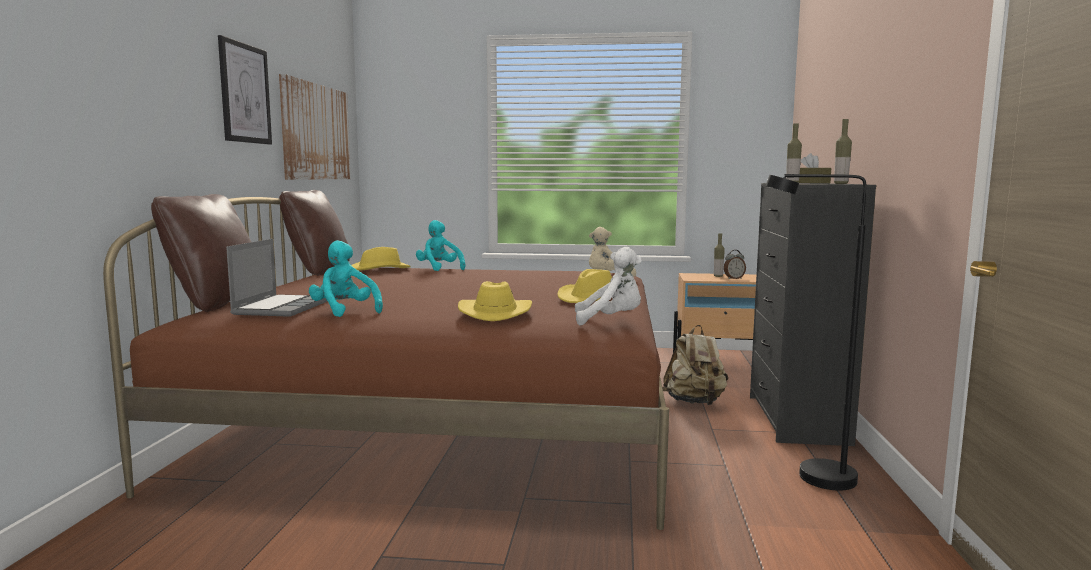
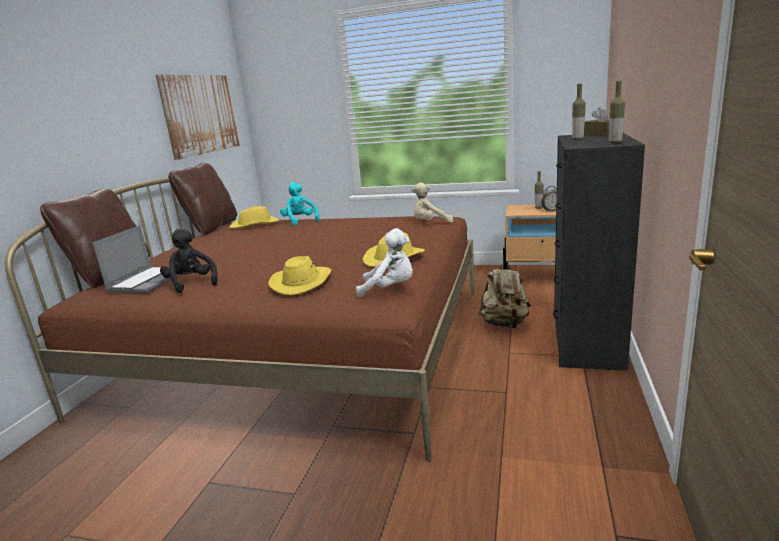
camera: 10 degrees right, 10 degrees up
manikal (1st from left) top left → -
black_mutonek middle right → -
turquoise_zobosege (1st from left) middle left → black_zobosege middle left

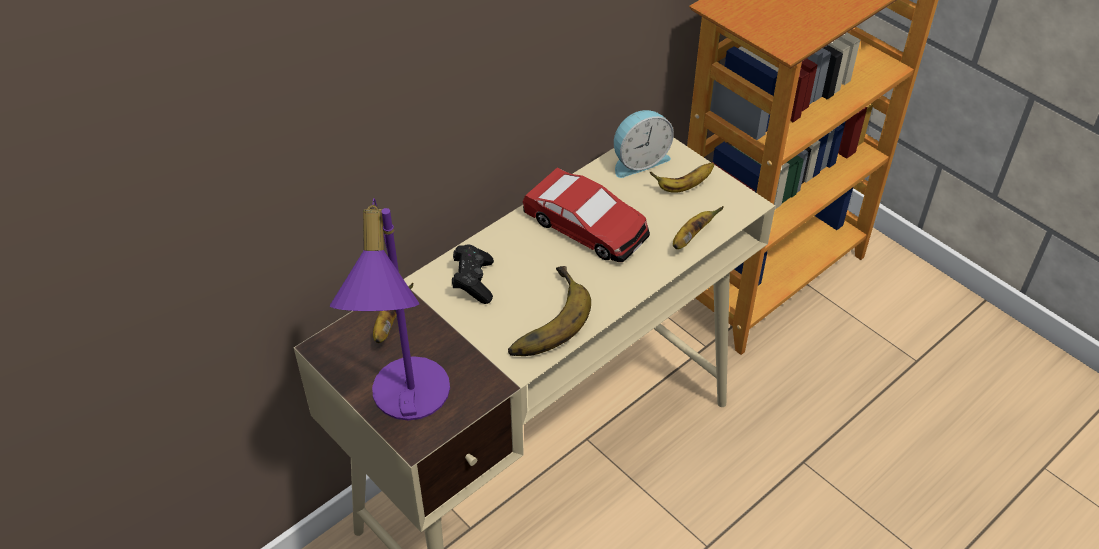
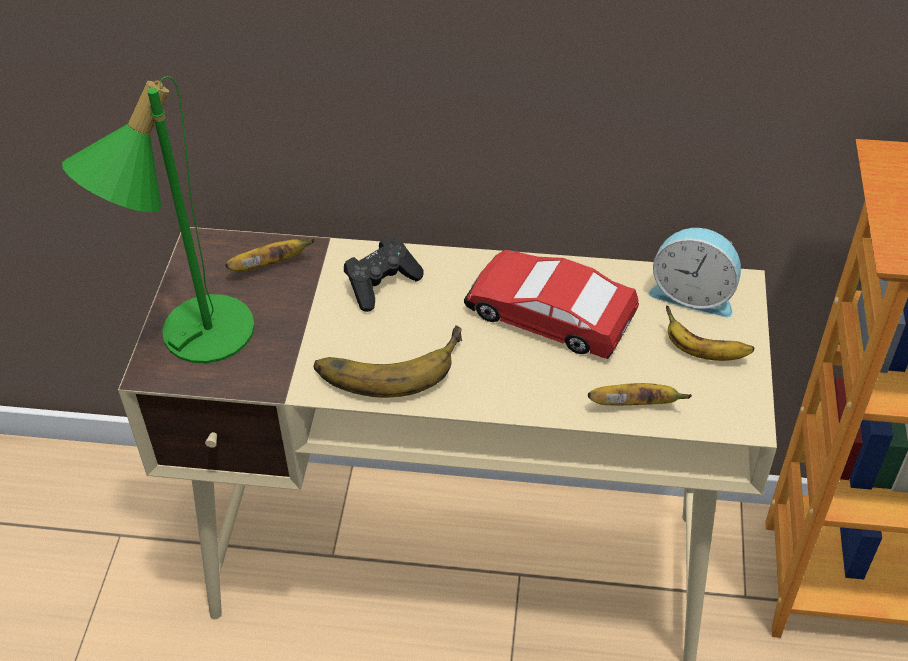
camera: 50 degrees right, 0 degrees up
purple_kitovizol centre → green_kitovizol top left
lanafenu centre, 120 degrees clockwise

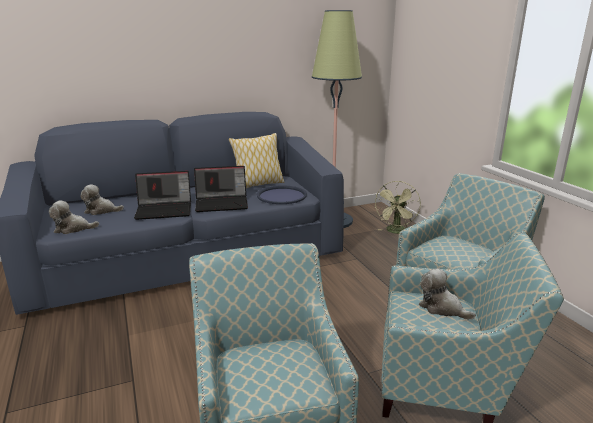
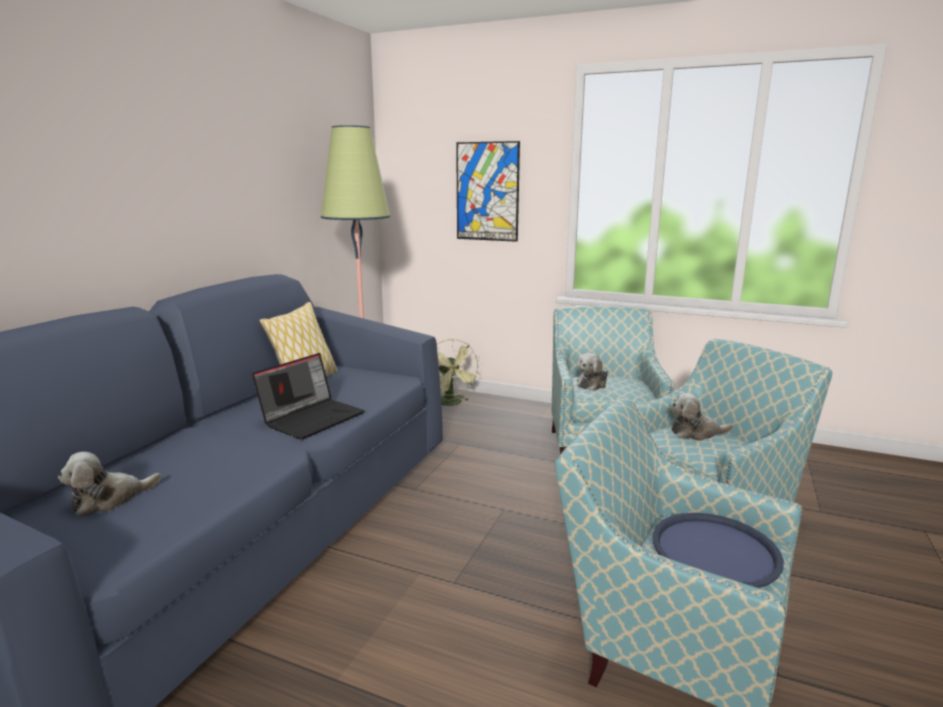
camera: 45 degrees left, 5 degrees down
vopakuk (1st from left) middle left → -
- → manikal top centre
zobosege (1st from left in the first image) middle left → zobosege (2nd from left) centre, move
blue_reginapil centre → blue_reginapil bottom right, move

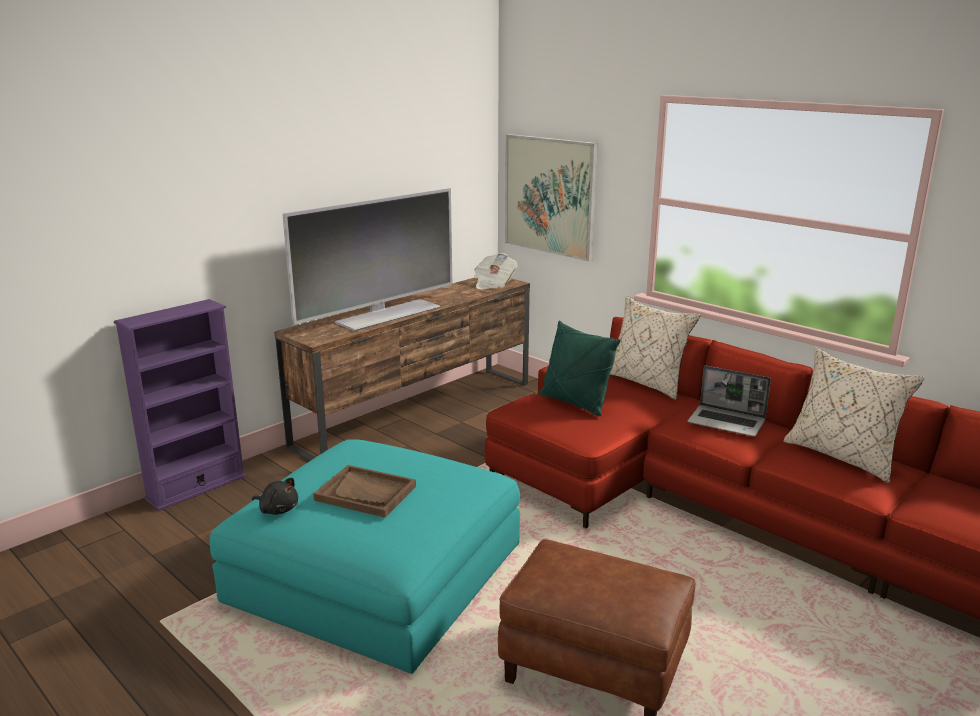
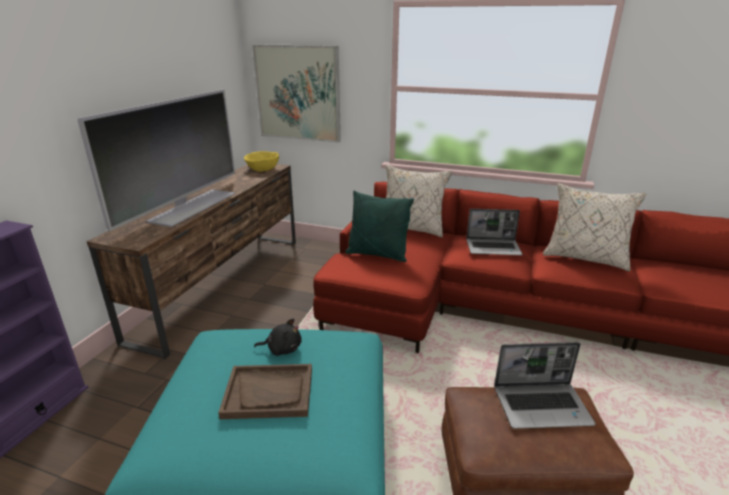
camera: 25 degrees left, 5 degrees up
- → vopakuk (2nd from left) bottom right
black_zobosege bottom left → black_zobosege bottom centre, move
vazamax centre → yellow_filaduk top centre

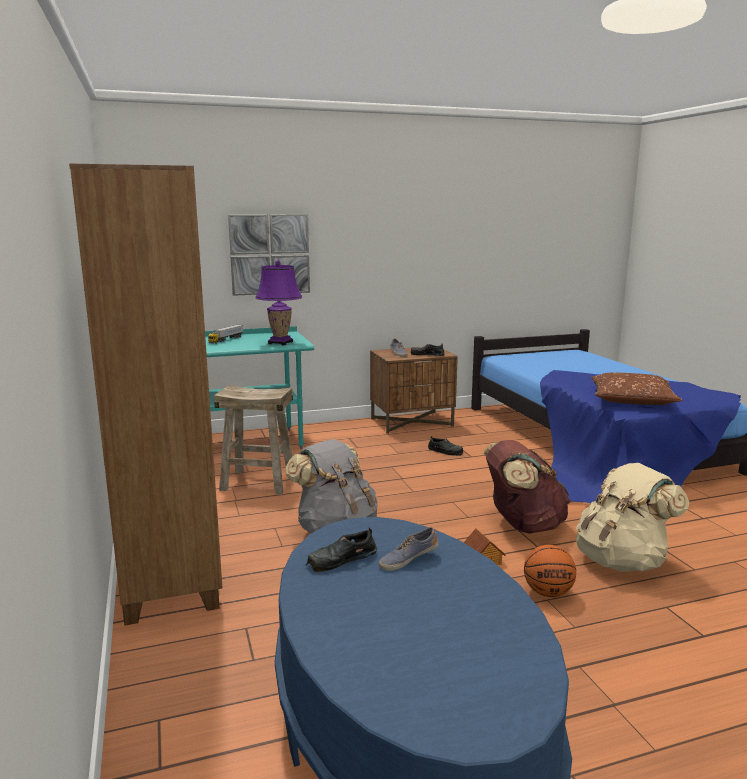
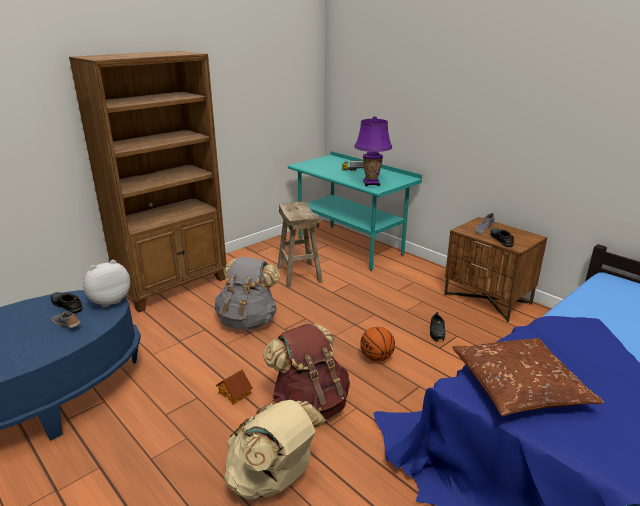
camera: 65 degrees right, 10 degrees up
manikal top centre → -
- → zobosege middle left
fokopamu bottom right → fokopamu bottom centre, move

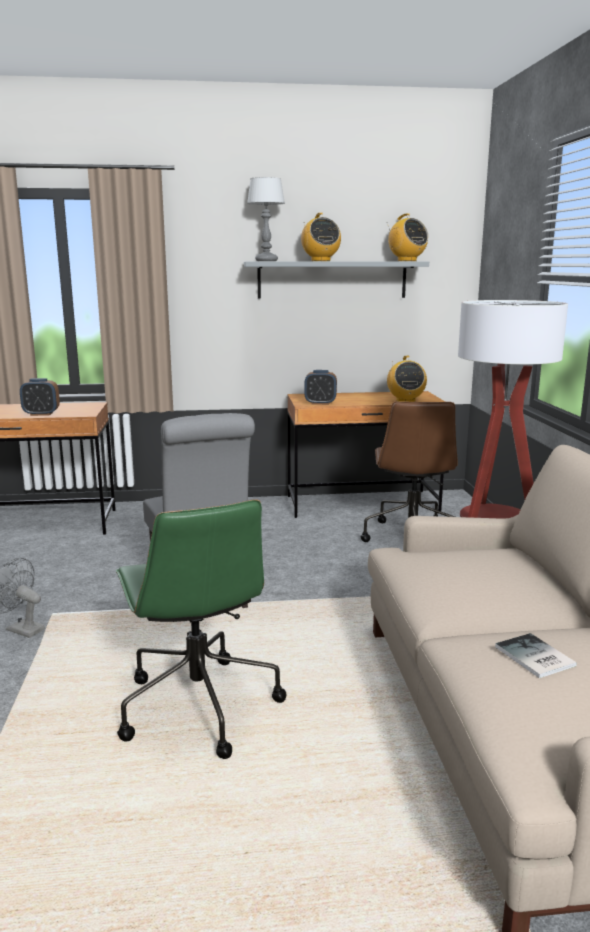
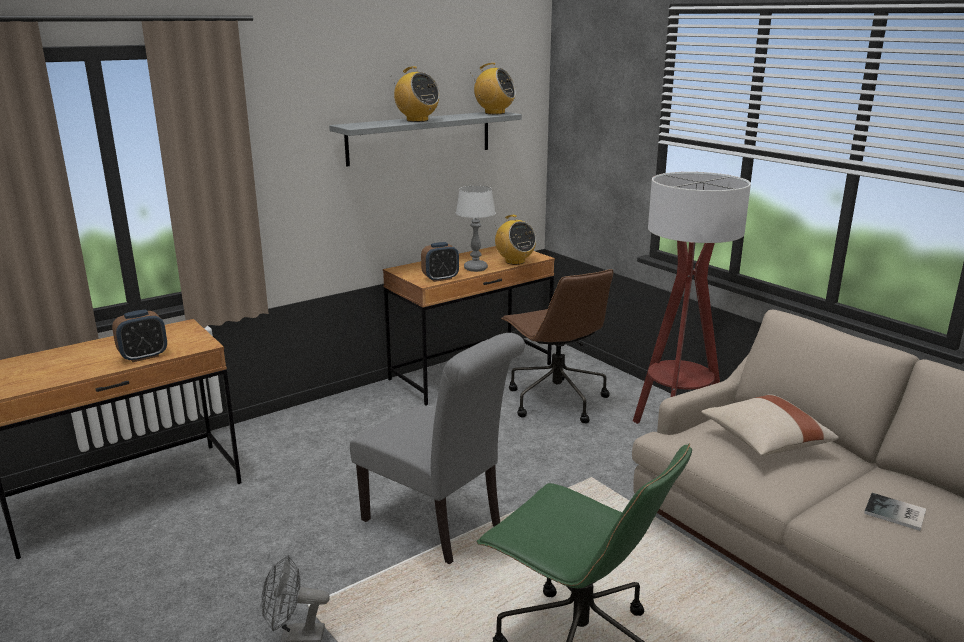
camera: 30 degrees left, 5 degrees up
- → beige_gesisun middle right
kitovizol top centre → kitovizol centre, move

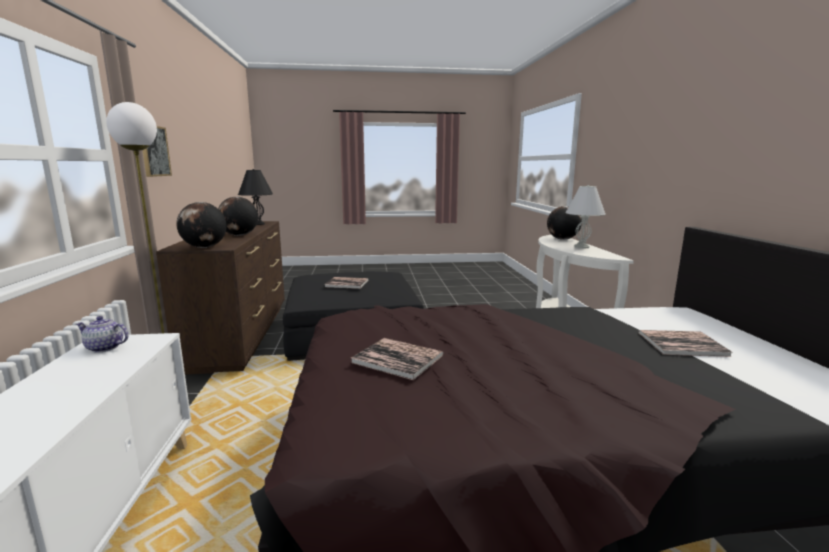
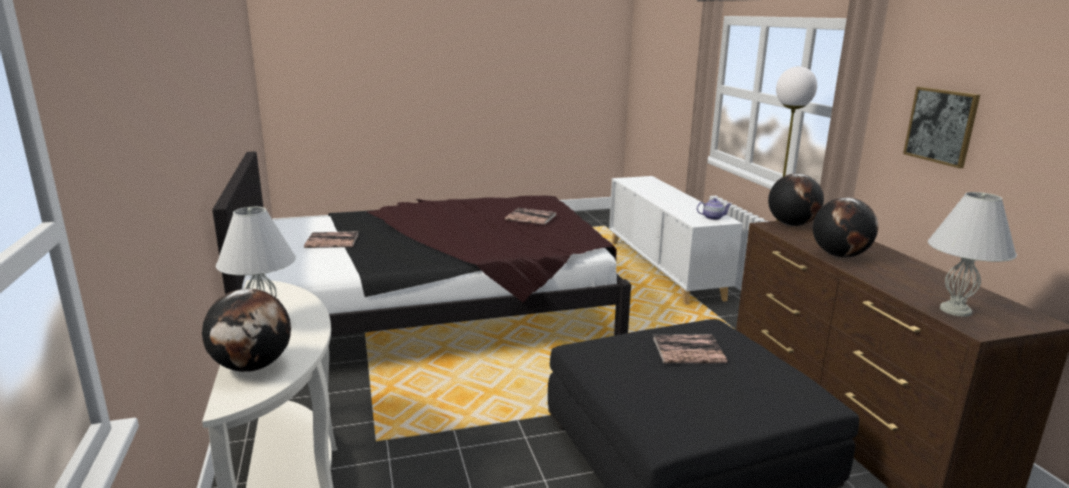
camera: 170 degrees right, 5 degrees up
black_kitovizol middle left → white_kitovizol (2nd from left) middle right

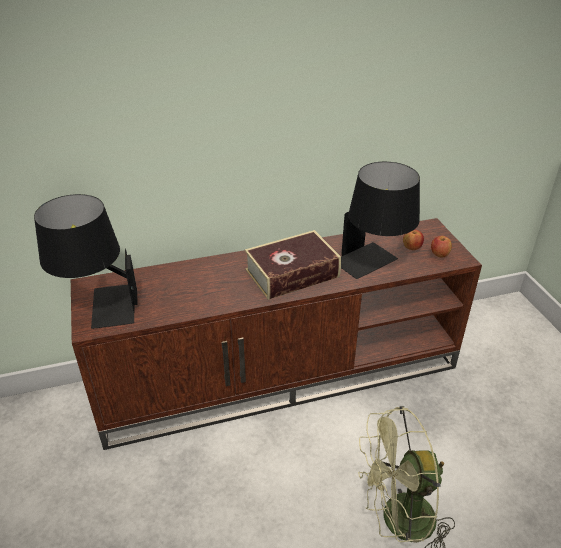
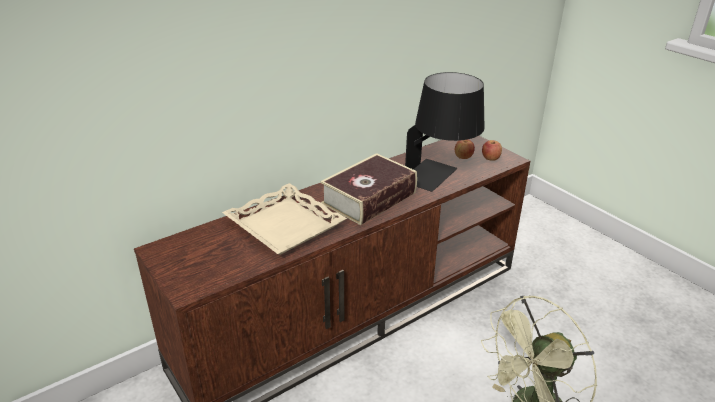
camera: 20 degrees left, 5 degrees down
black_kitovizol (1st from left) middle left → -
- → beige_reginapil centre

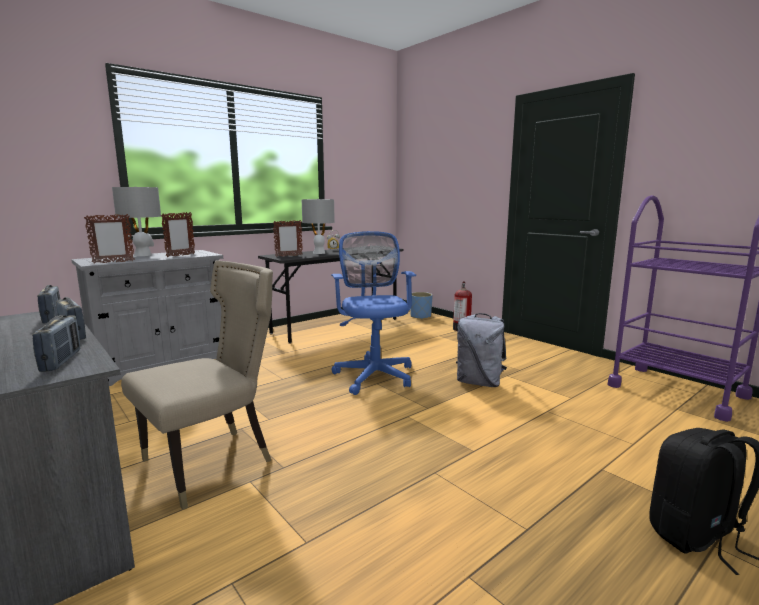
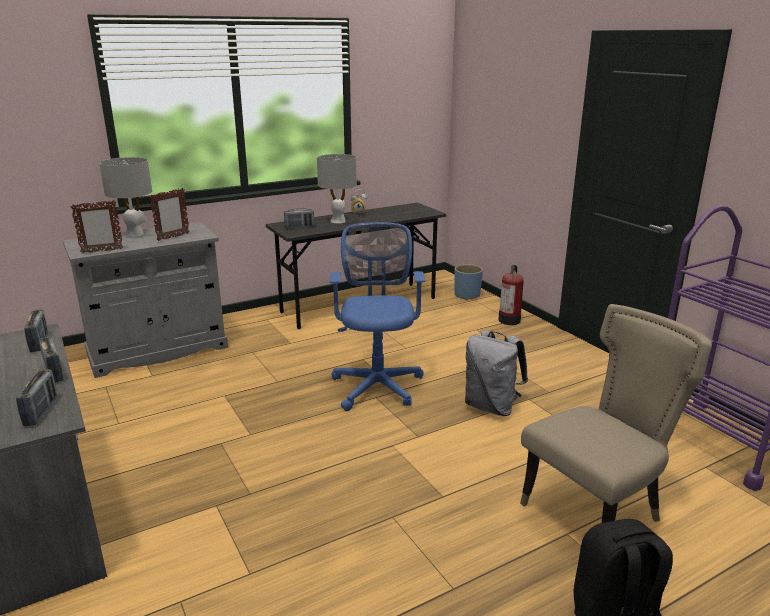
camera: 10 degrees right, 10 degrees up
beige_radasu middle left → beige_radasu bottom right, move
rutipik (3rd from left) centre → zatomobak (4th from left) centre

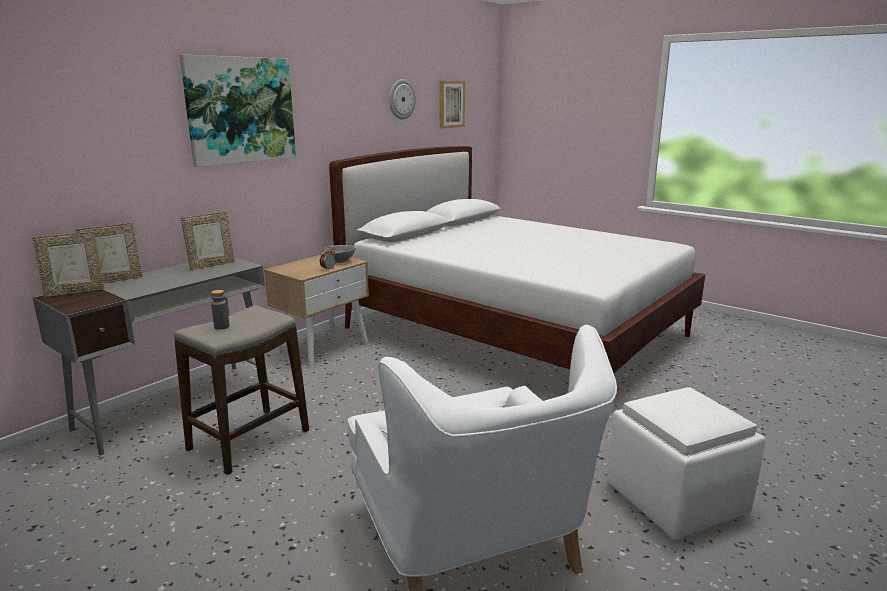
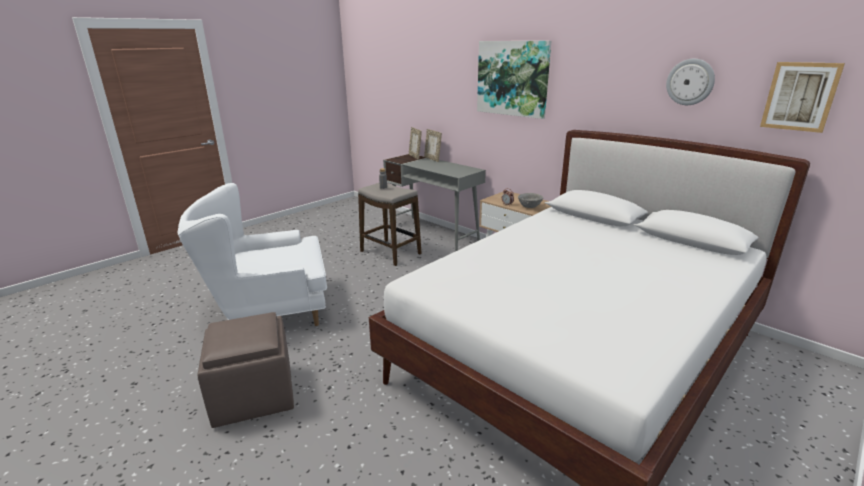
camera: 95 degrees right, 5 degrees up
rutipik (3rd from left) middle left → -
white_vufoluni bottom right → brown_vufoluni bottom left

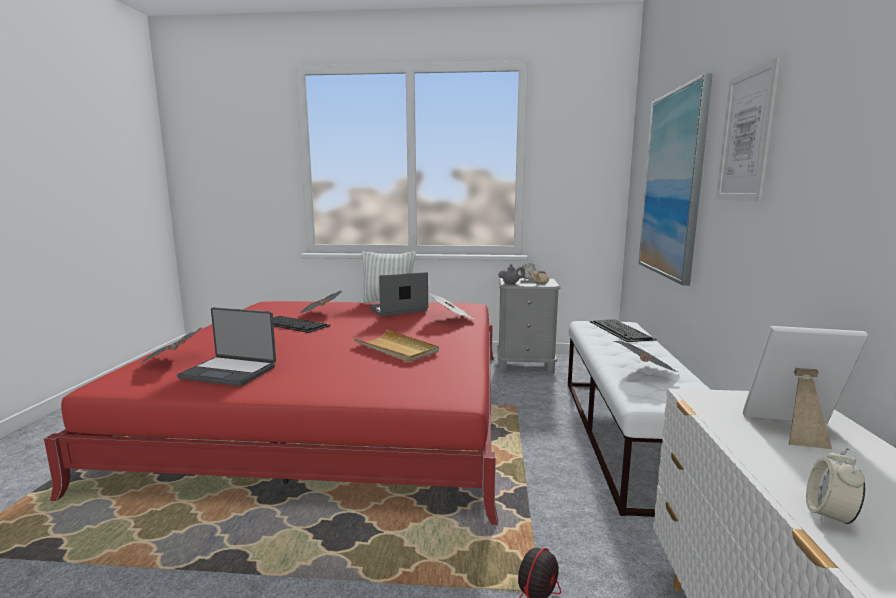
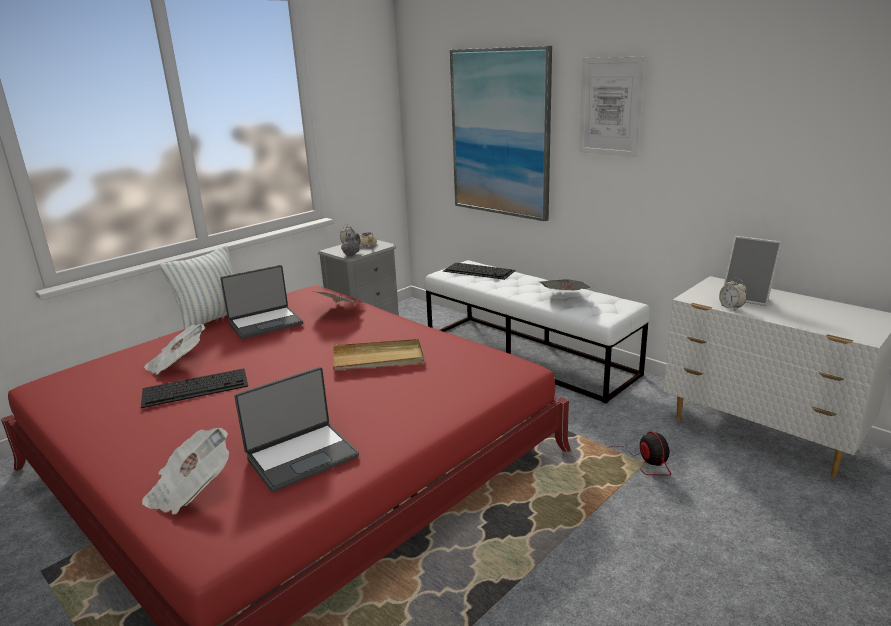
camera: 50 degrees left, 10 degrees up
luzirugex (2nd from left) bottom right → luzirugex (2nd from left) middle right, move
vopakuk (2nd from left in the first image) centre → vopakuk (1st from left) middle left, 135 degrees counterclockwise
rutipik middle right, 105 degrees counterclockwise

